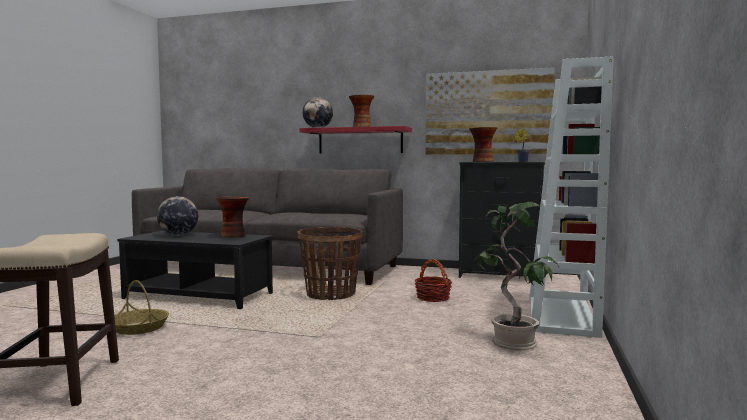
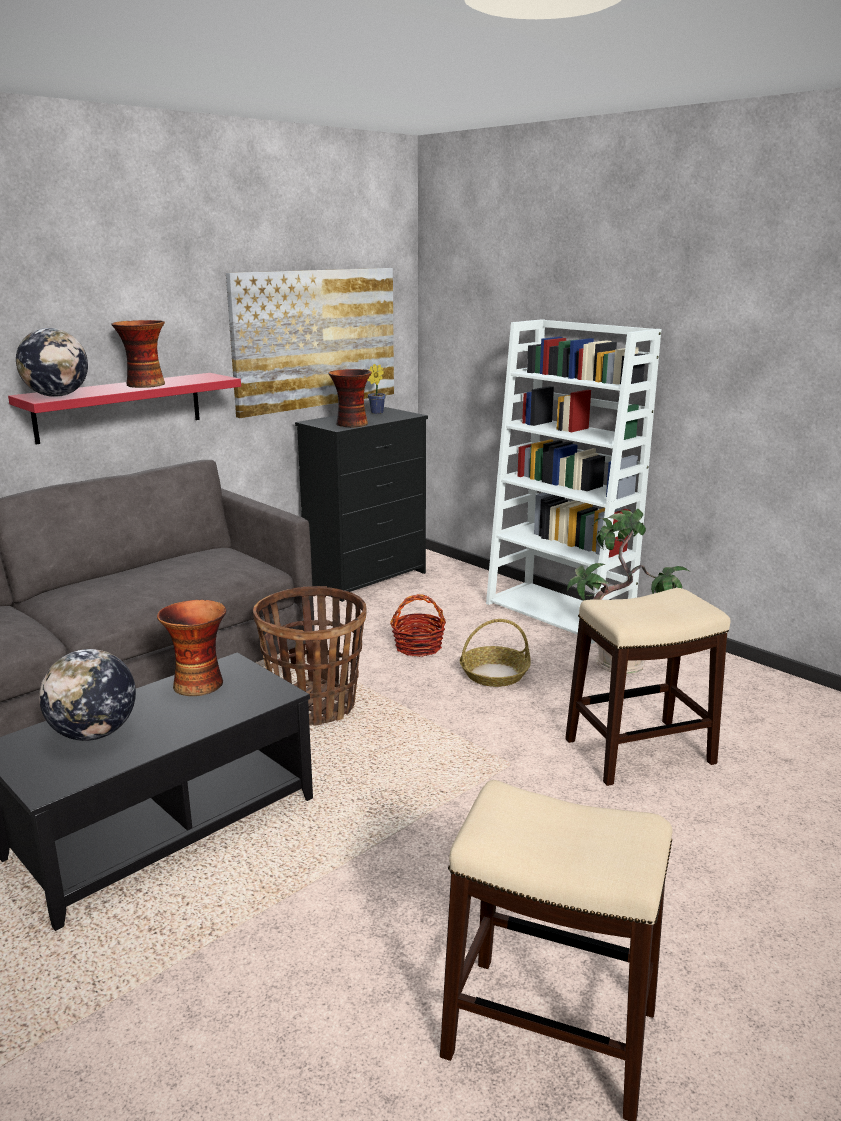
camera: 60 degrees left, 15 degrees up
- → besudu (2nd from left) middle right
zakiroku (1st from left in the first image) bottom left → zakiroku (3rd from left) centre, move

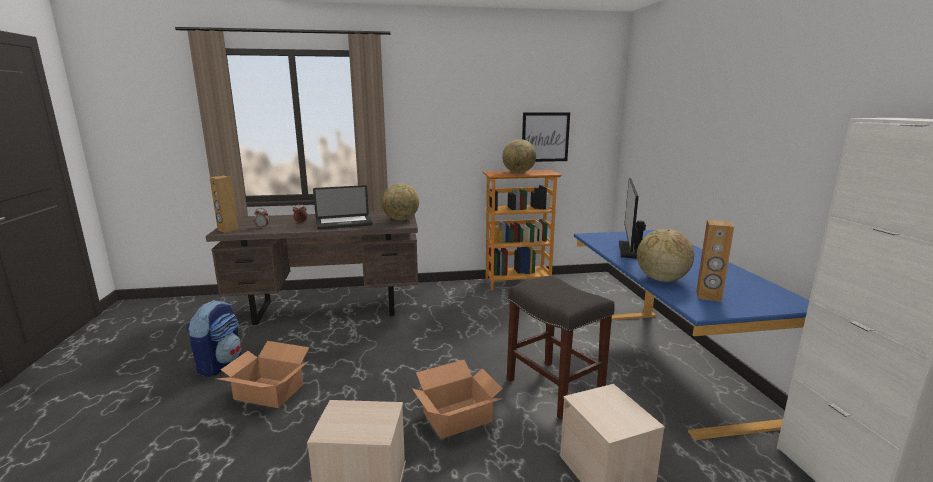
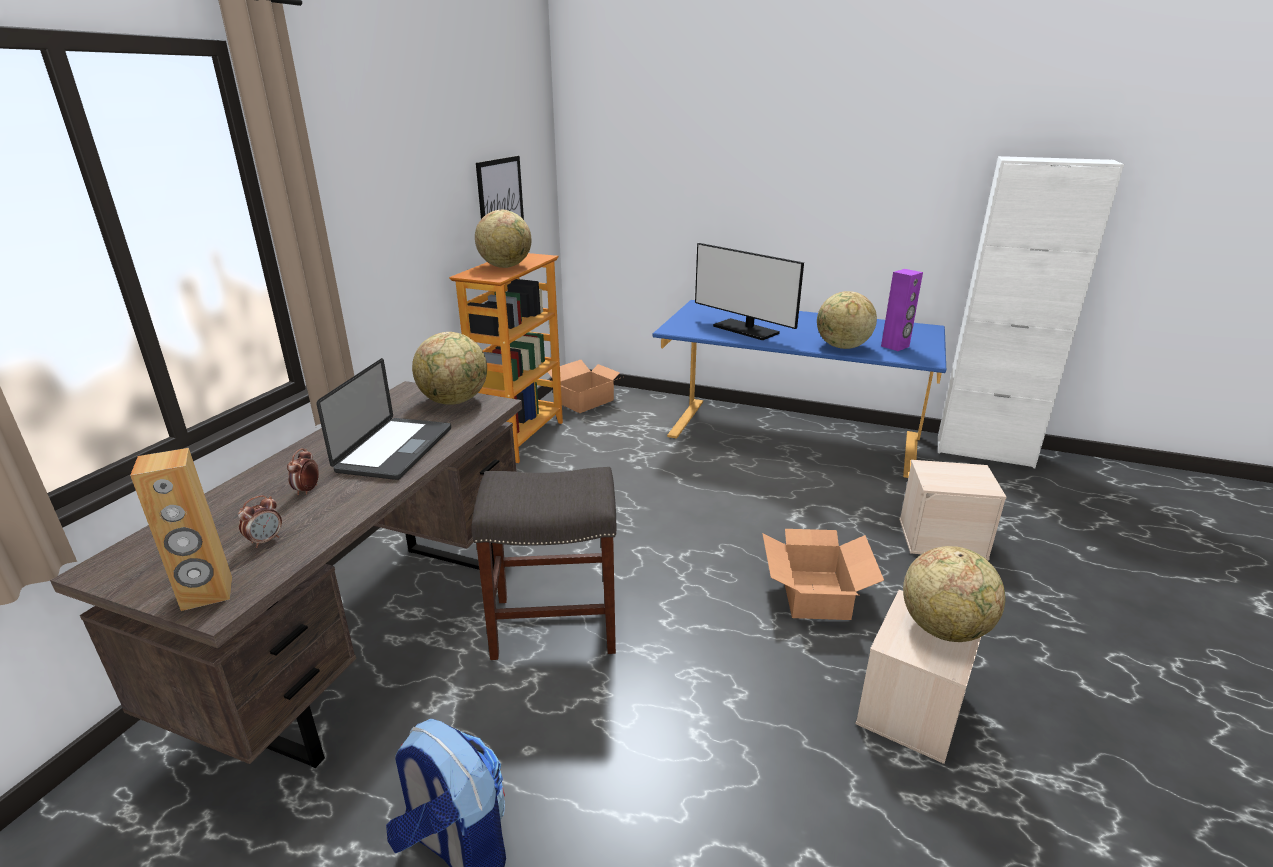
camera: 60 degrees left, 10 degrees up
- → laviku (4th from left) bottom right
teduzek (1st from left) bottom left → teduzek (1st from left) centre, move
grey_besudu bottom centre → grey_besudu centre, move
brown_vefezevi (2nd from left) middle right → purple_vefezevi middle right

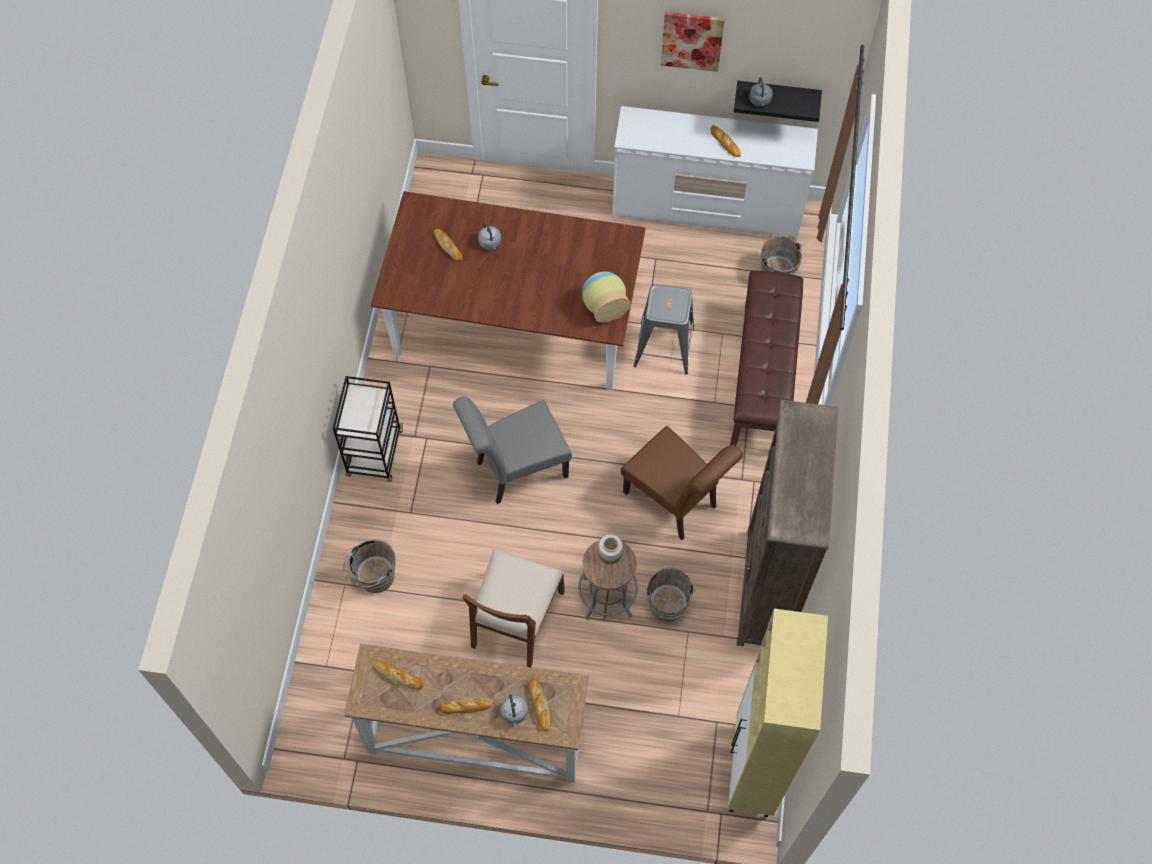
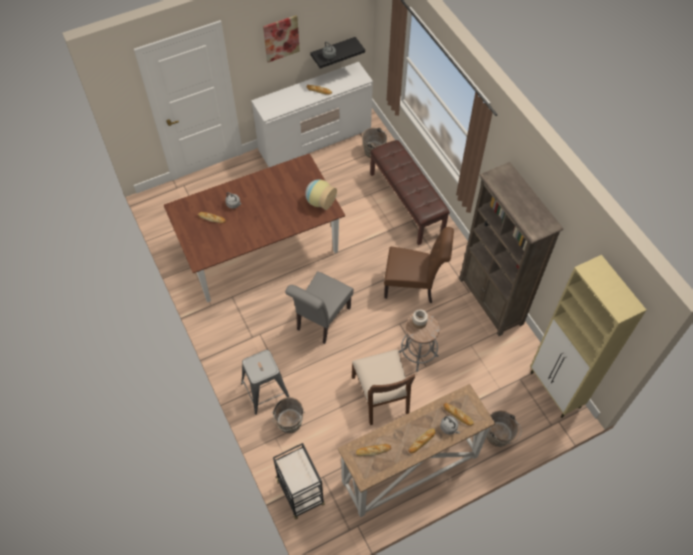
camera: 35 degrees left, 5 degrees down
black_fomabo middle left → black_fomabo bottom centre, move
grey_besudu (2nd from left in the first image) centre → grey_besudu (1st from left) bottom centre, move
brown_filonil (2nd from left in the first image) bottom centre → brown_filonil (3rd from left) bottom right, move

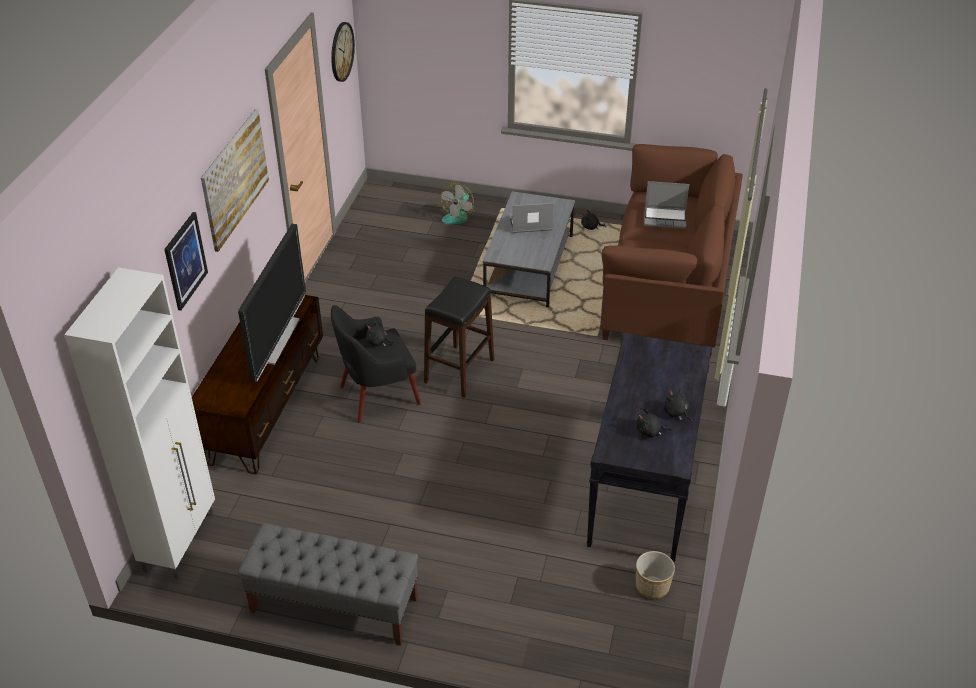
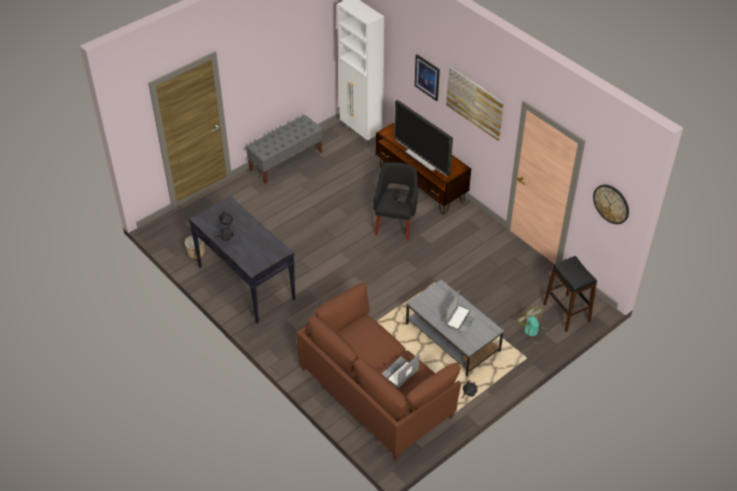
camera: 125 degrees right, 5 degrees up
black_besudu centre → black_besudu middle right, move

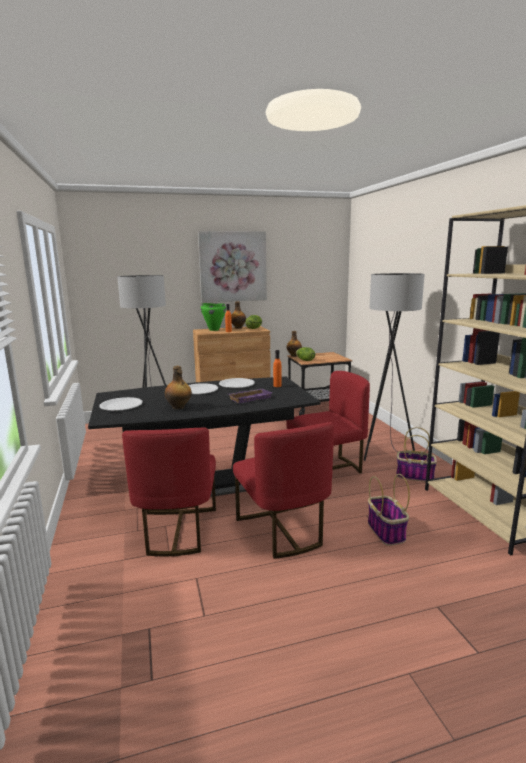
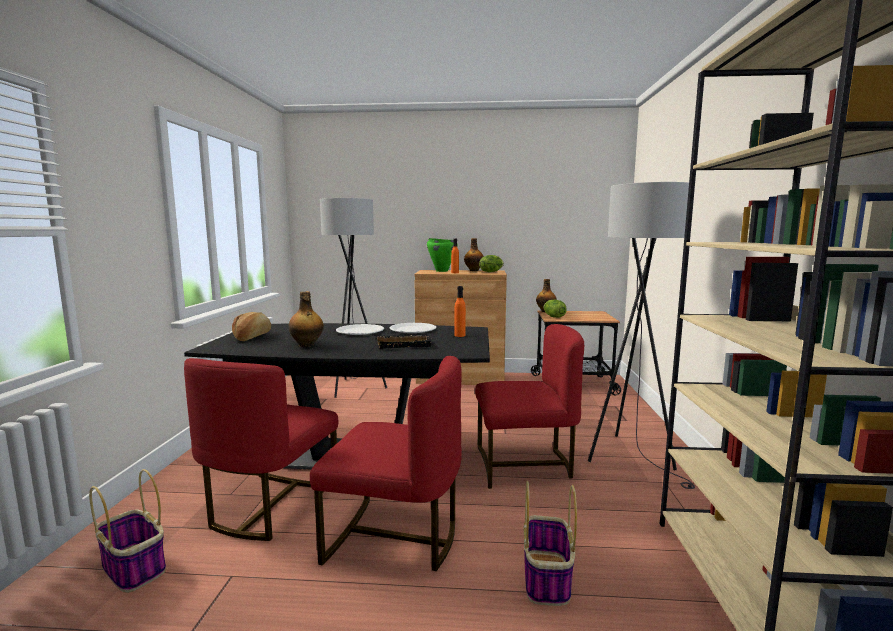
camera: 20 degrees right, 5 degrees down
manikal centre → -
zakiroku (2nd from left in the first image) middle right → zakiroku (1st from left) bottom left, move
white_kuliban (1st from left) middle left → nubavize middle left
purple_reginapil centre → black_reginapil centre
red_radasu (2nd from left) centre → red_radasu (2nd from left) bottom centre, 75 degrees counterclockwise

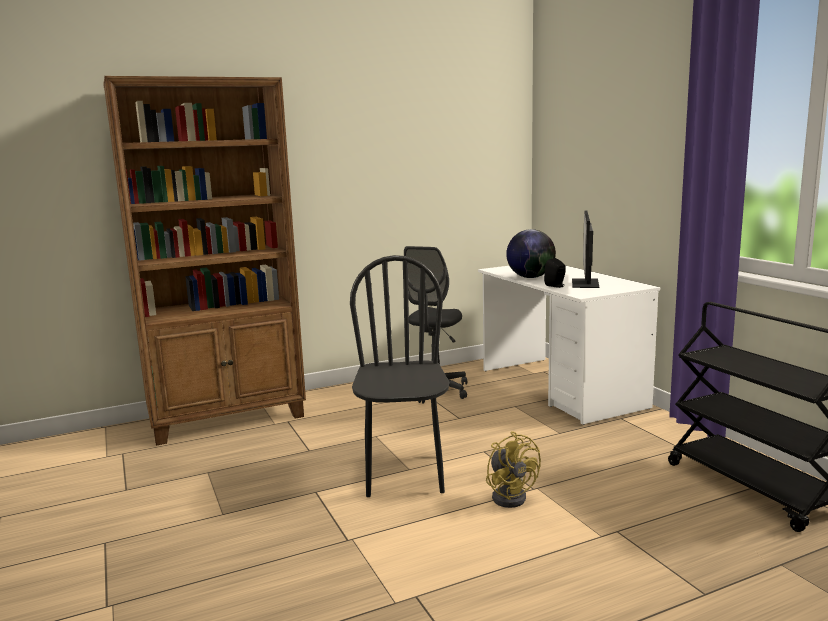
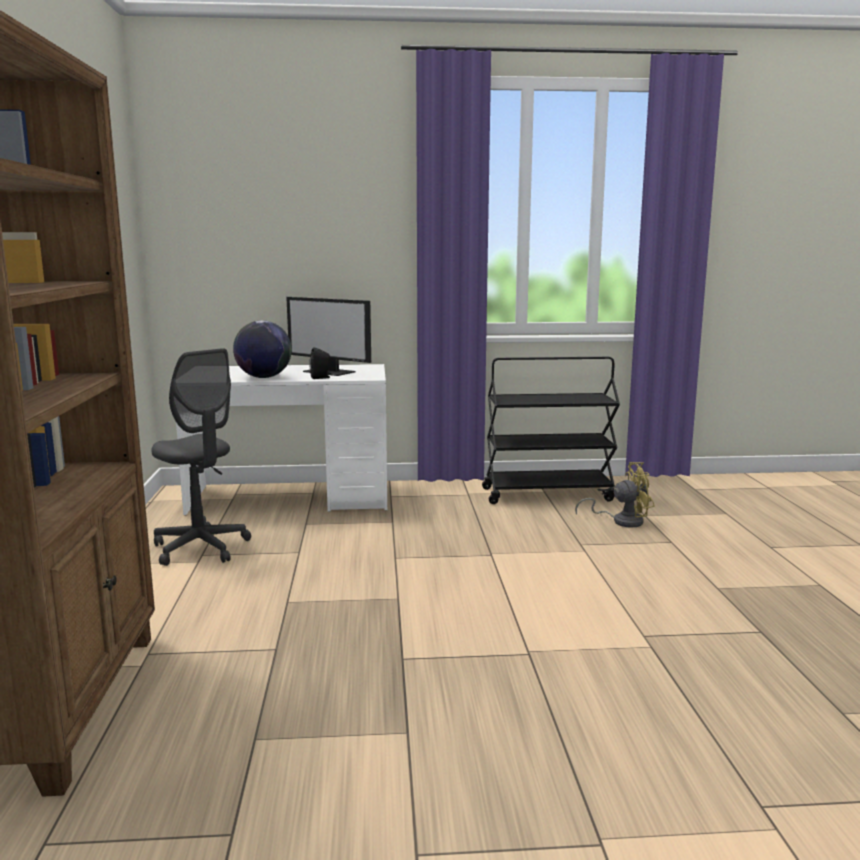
camera: 70 degrees left, 0 degrees up
black_radasu centre → -
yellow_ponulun bottom centre → yellow_ponulun middle right, move

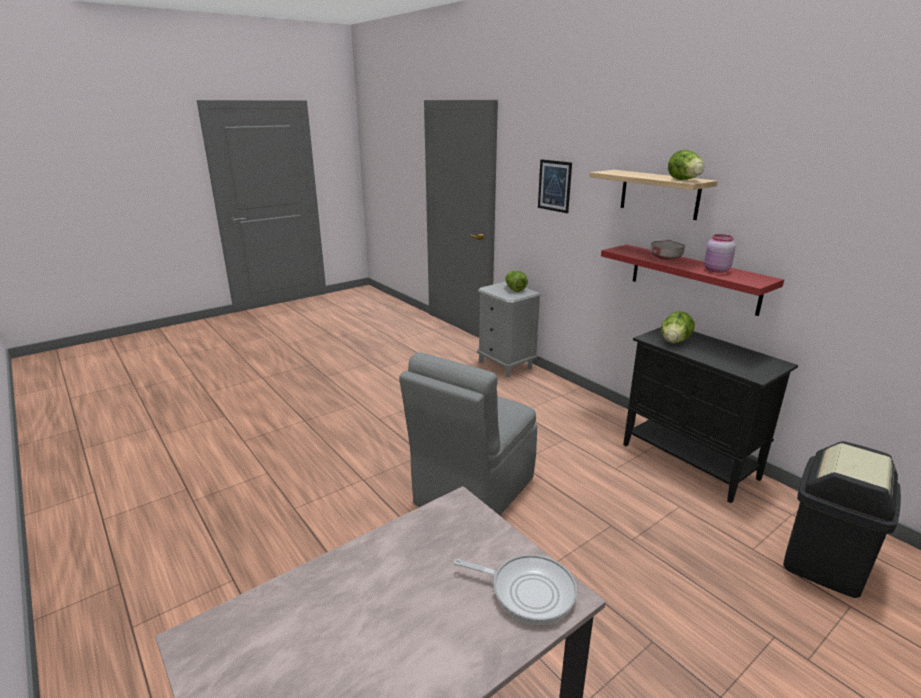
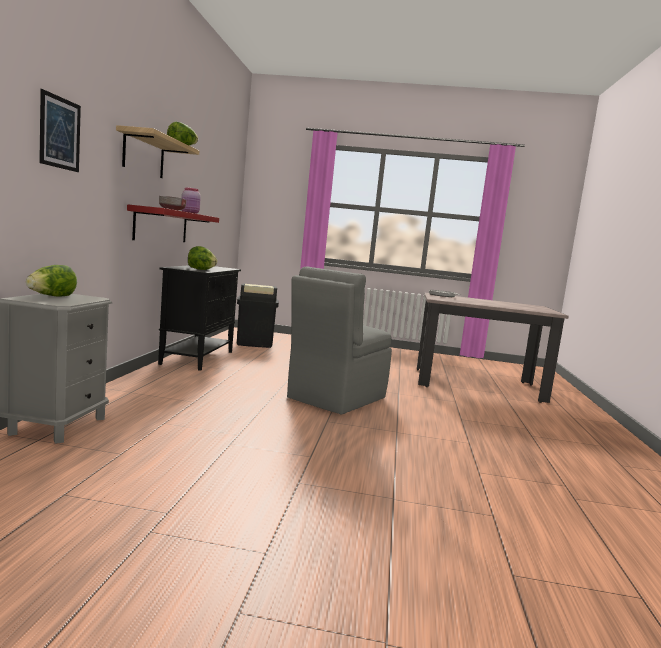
camera: 135 degrees left, 15 degrees down
grey_radasu centre, 135 degrees clockwise

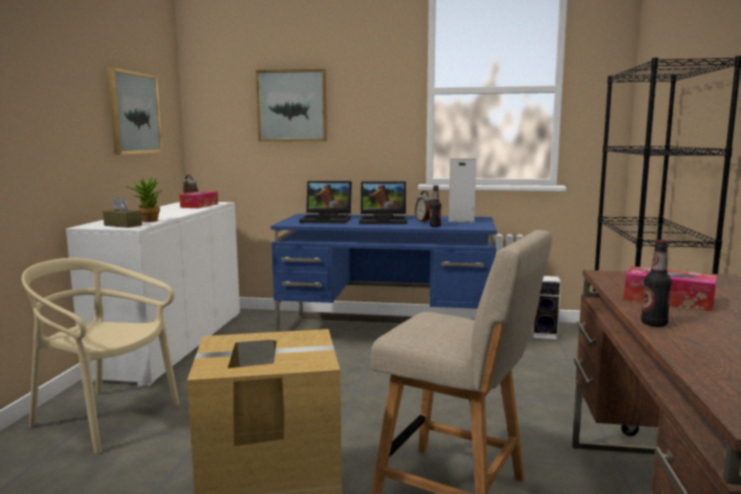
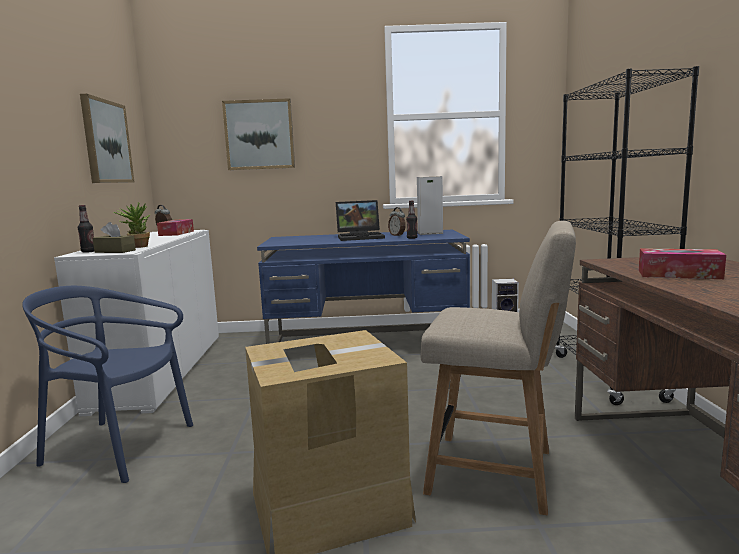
camera: 10 degrees left, 0 degrees up
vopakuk (1st from left) centre → -
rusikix (2nd from left in the first image) middle right → rusikix (1st from left) middle left, move
beige_radasu (1st from left) bottom left → blue_radasu bottom left

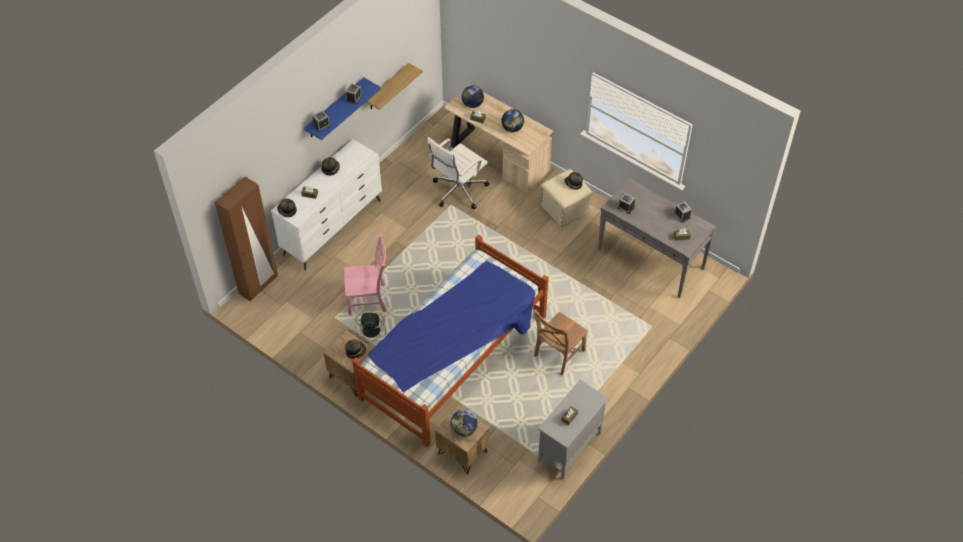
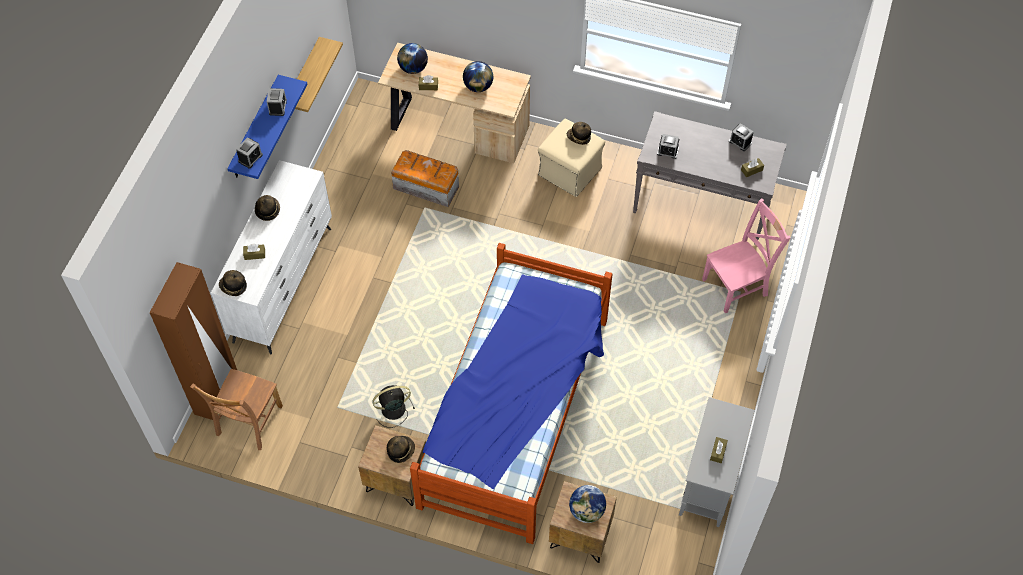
camera: 20 degrees left, 5 degrees up
pink_radasu centre → pink_radasu middle right, move
brown_radasu centre → brown_radasu bottom left, move
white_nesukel top centre → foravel top centre

